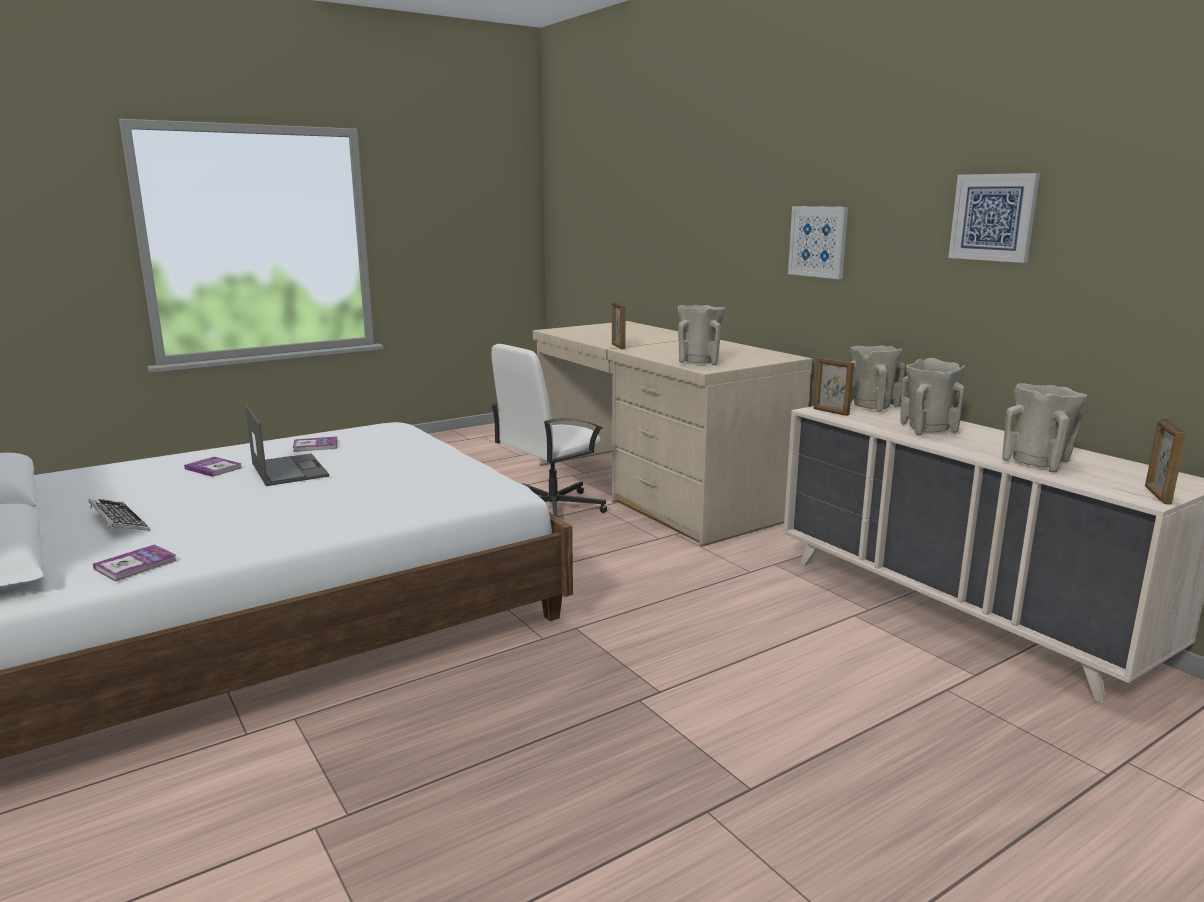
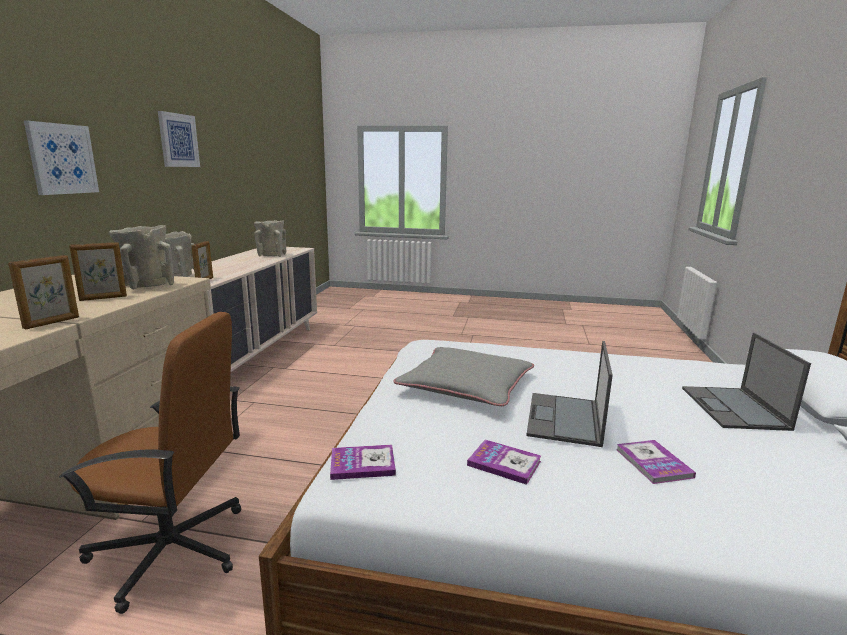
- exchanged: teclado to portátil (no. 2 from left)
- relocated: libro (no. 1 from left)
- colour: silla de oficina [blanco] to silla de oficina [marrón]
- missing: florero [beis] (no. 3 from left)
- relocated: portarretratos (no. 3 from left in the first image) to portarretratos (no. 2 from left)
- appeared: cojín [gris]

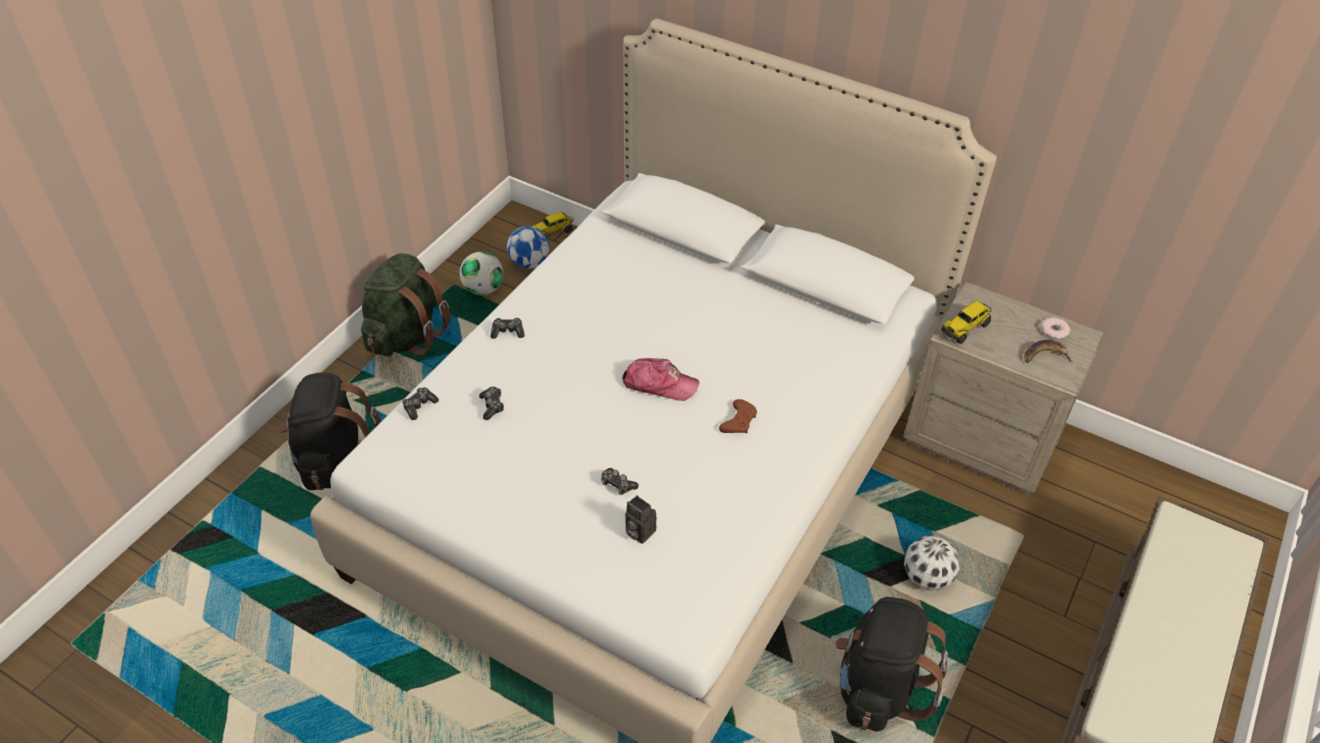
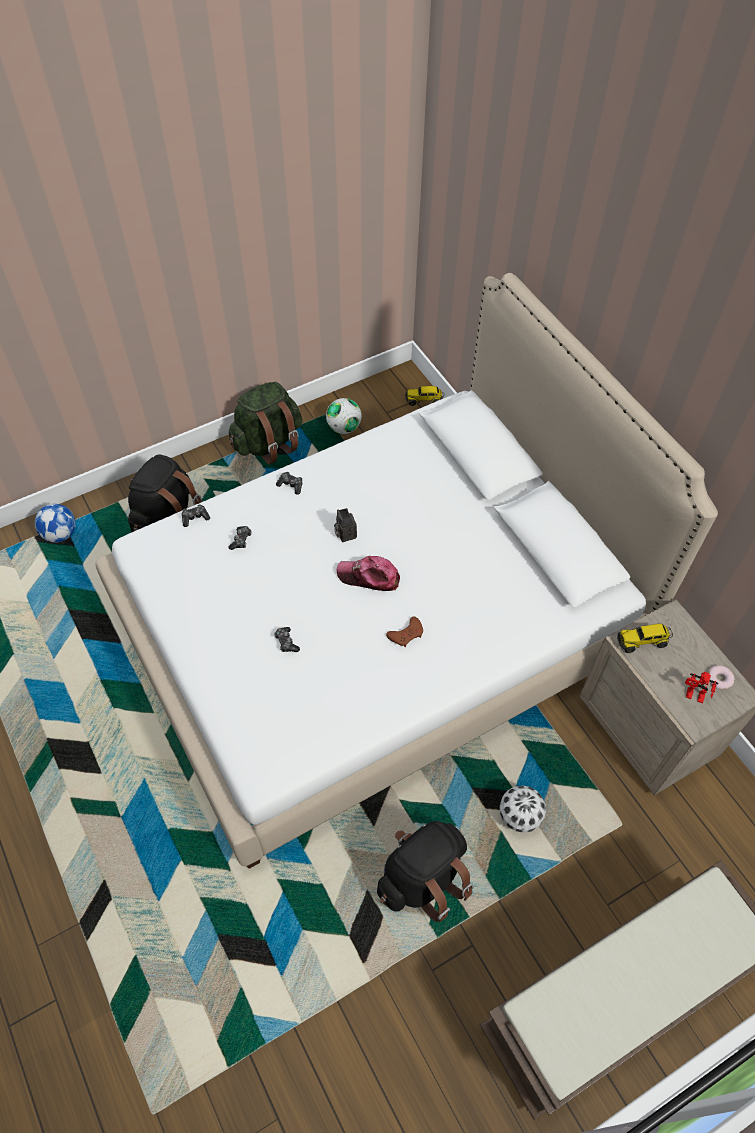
- relocated: balón de fútbol (no. 2 from left in the first image) to balón de fútbol (no. 1 from left)
- spun: gorra 150 degrees clockwise
- relocated: cámara
- exchanged: plátano to robot de juguete

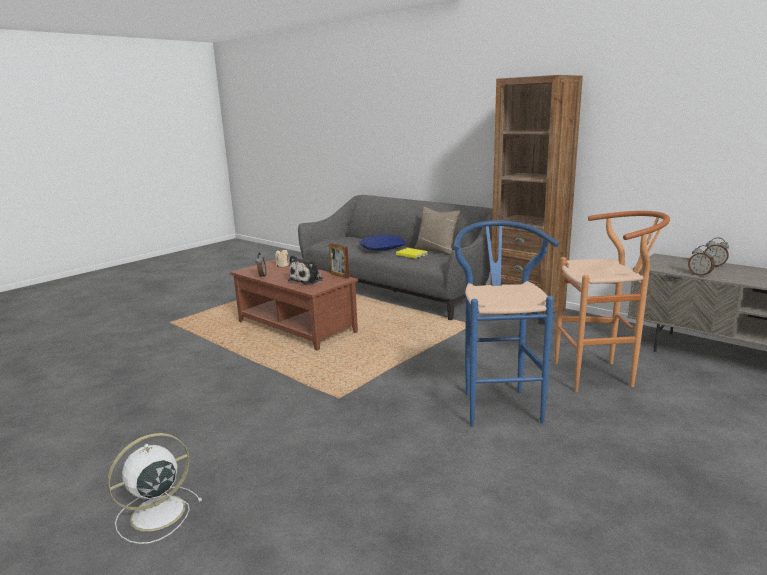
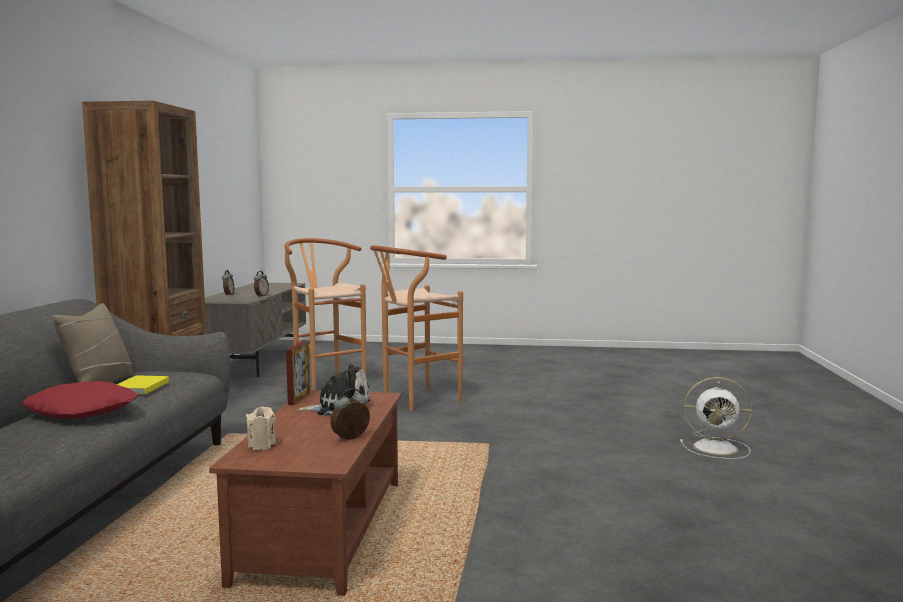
- colour: cojín [azul] to cojín [rojo]
- colour: taburete [azul] to taburete [marrón] (no. 2 from left)

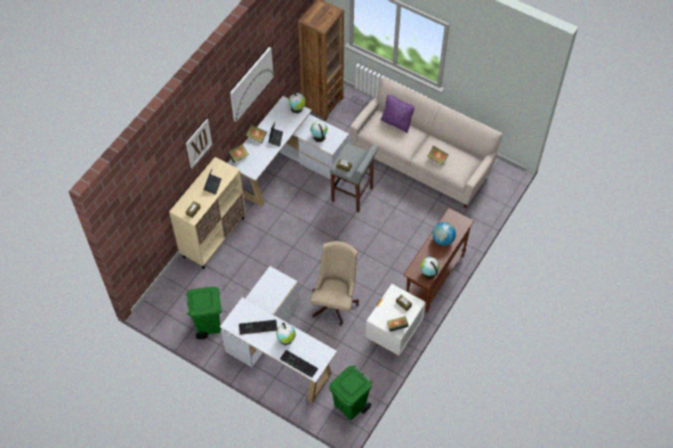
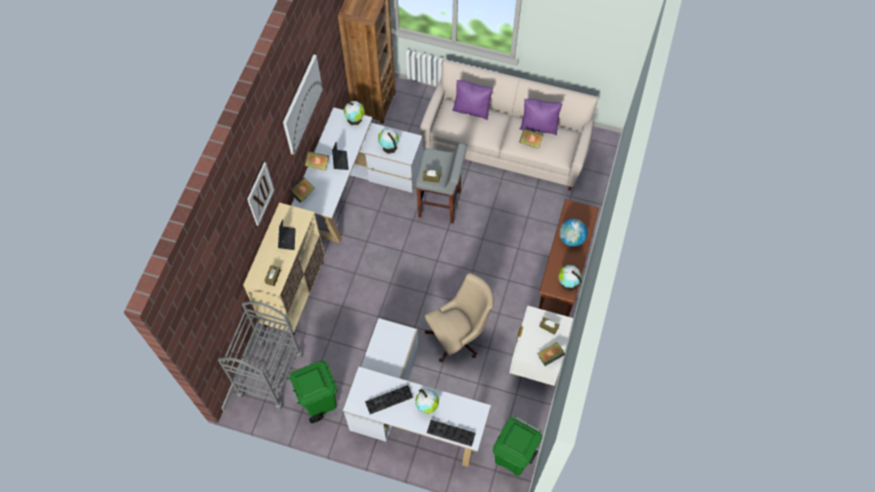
- spun: silla de oficina [beis] 60 degrees clockwise
- appeared: carrito [gris]
- appeared: cojín [morado] (no. 2 from left)

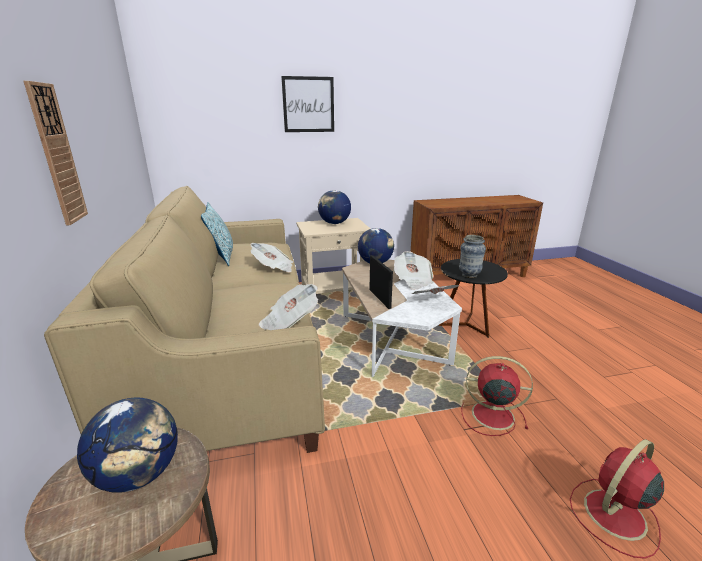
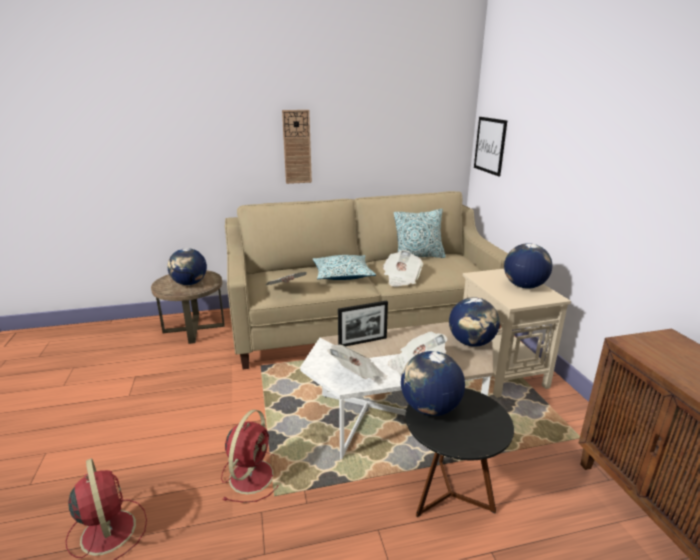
- relocated: cuadro
- exchanged: florero to globo terráqueo (no. 2 from left)
- appeared: cojín (no. 1 from left)

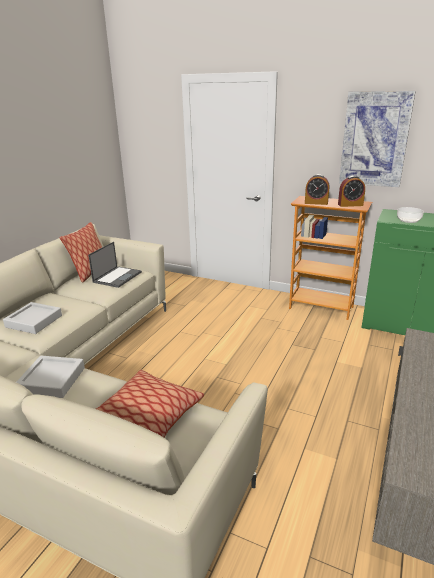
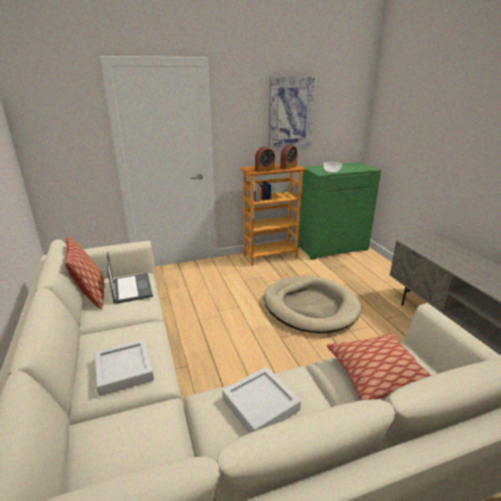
- appeared: cama para perro [beis]

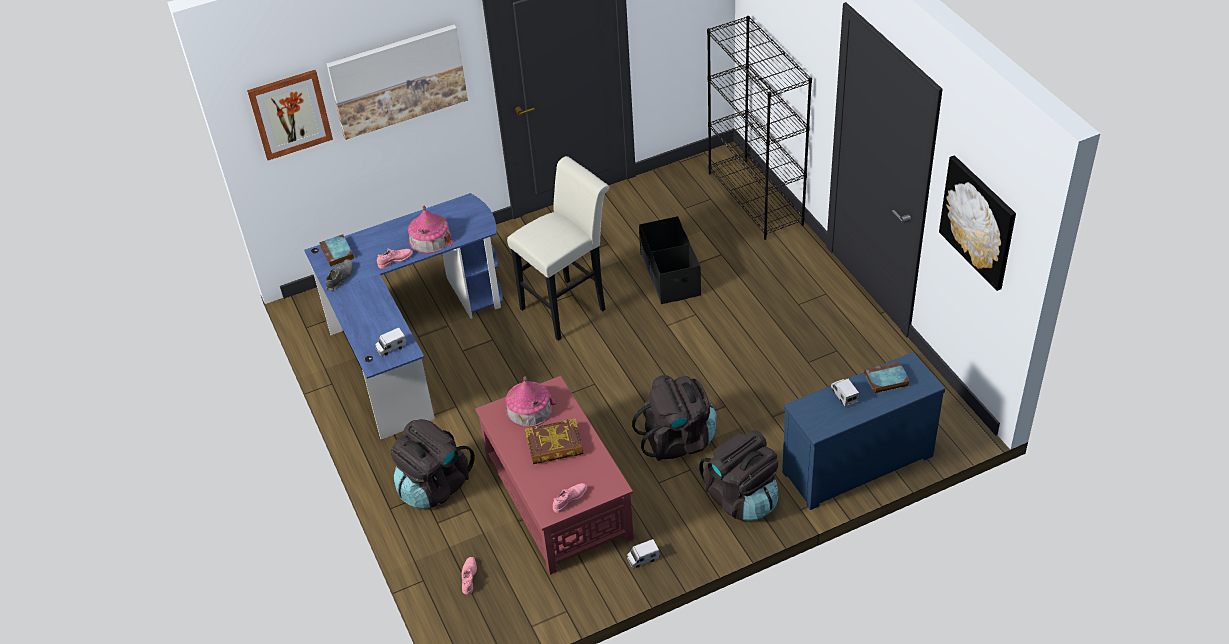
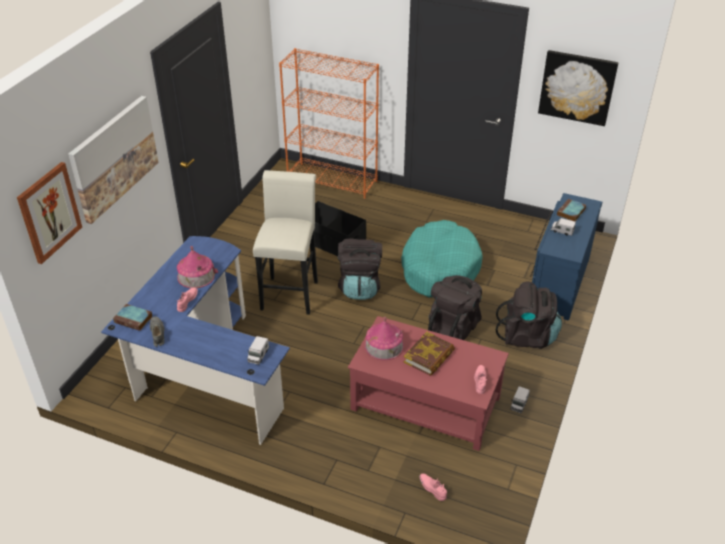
- relocated: mochila [negro] (no. 1 from left)
- colour: estantería [negro] to estantería [naranja]
- appeared: cama para perro [turquesa]

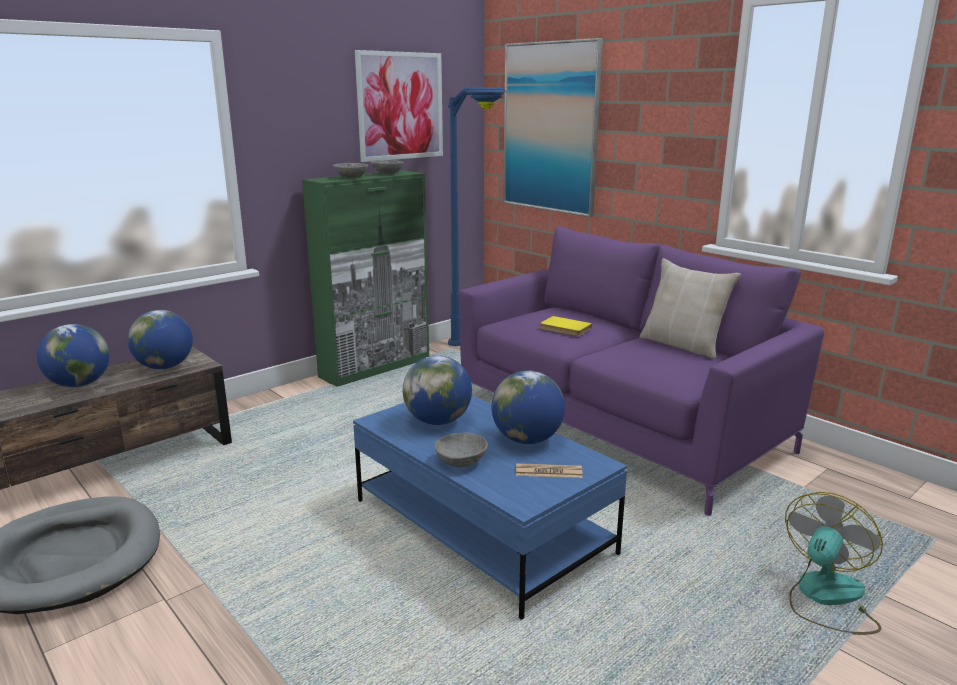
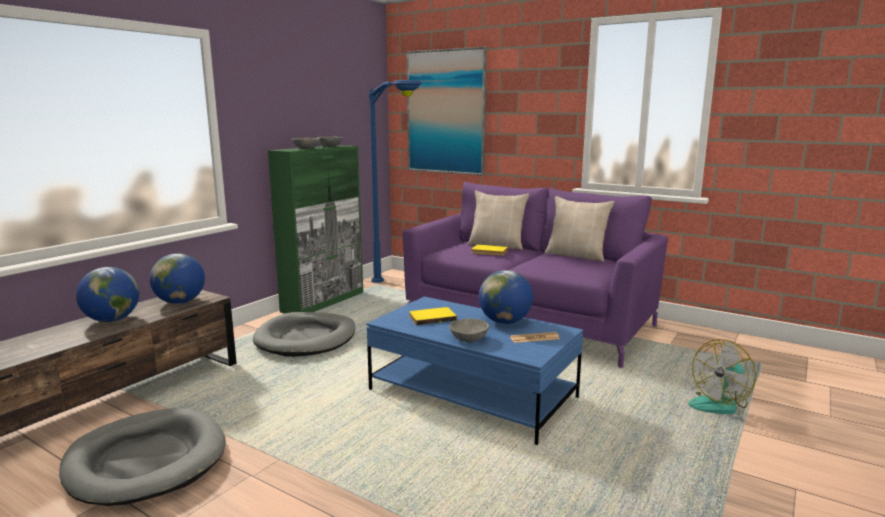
- missing: cuadro (no. 1 from left)
- exchanged: globo terráqueo (no. 3 from left) to libro [amarillo] (no. 1 from left)
- spun: ventilador 150 degrees counterclockwise
- appeared: cama para perro [gris] (no. 2 from left)
- appeared: cojín [beis] (no. 1 from left)

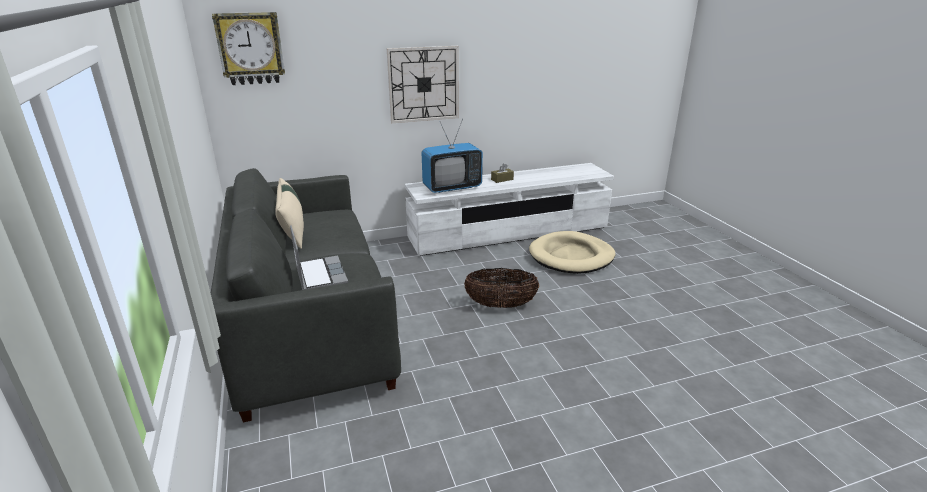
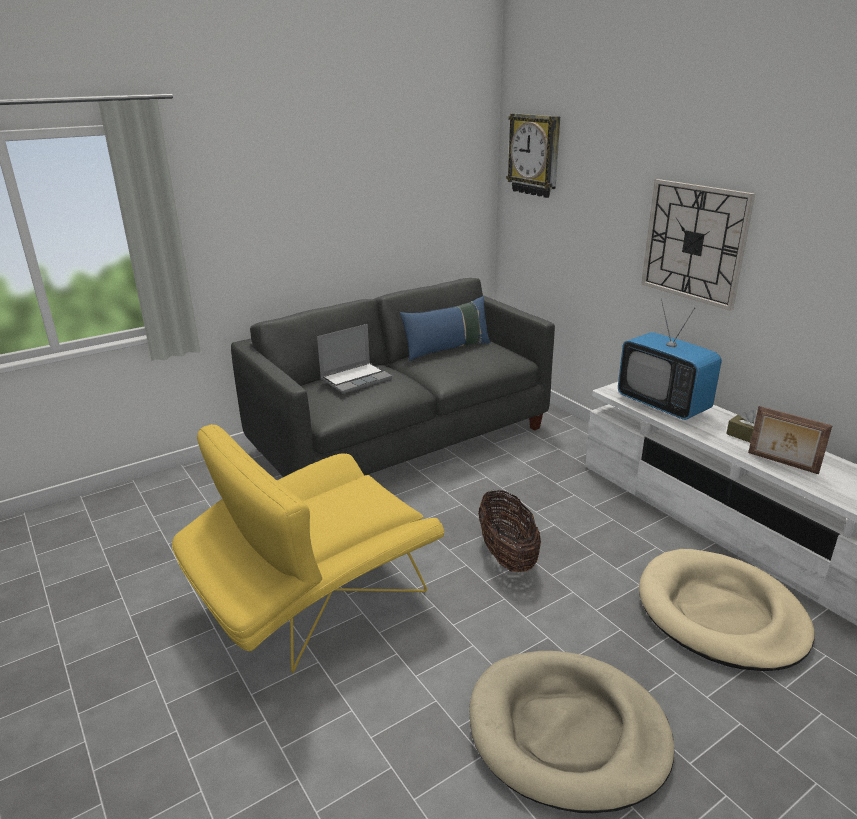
- colour: cojín [beis] to cojín [azul]
- appeared: sillón [amarillo]
- appeared: cama para perro [beis] (no. 1 from left)
- appeared: portarretratos

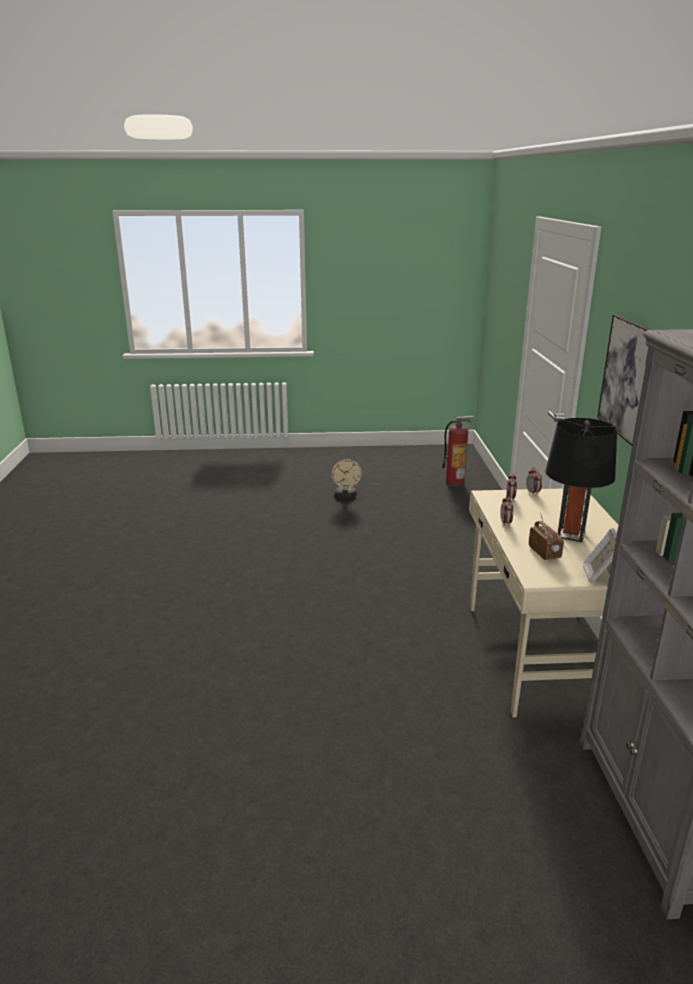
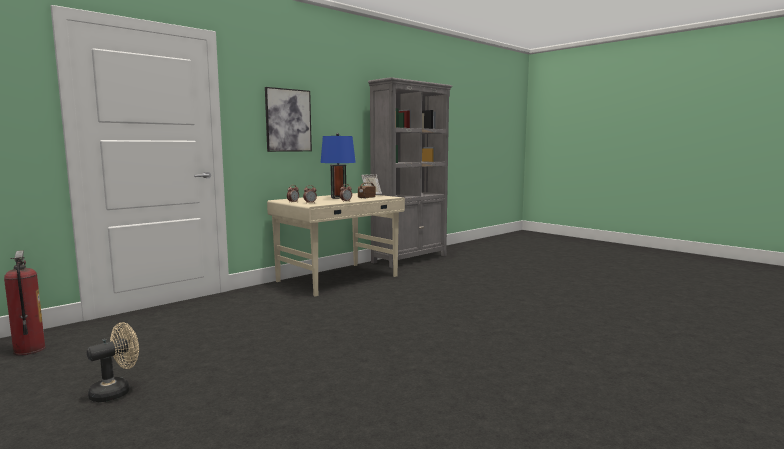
- colour: lámpara de mesa [negro] to lámpara de mesa [azul]

